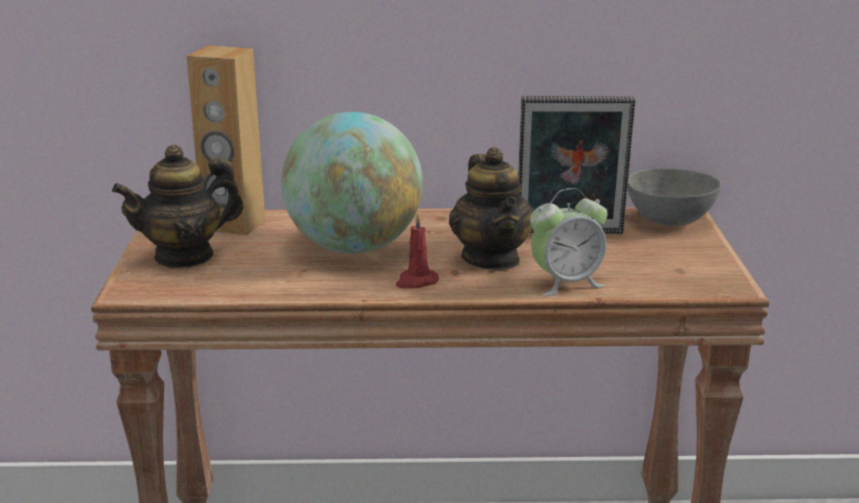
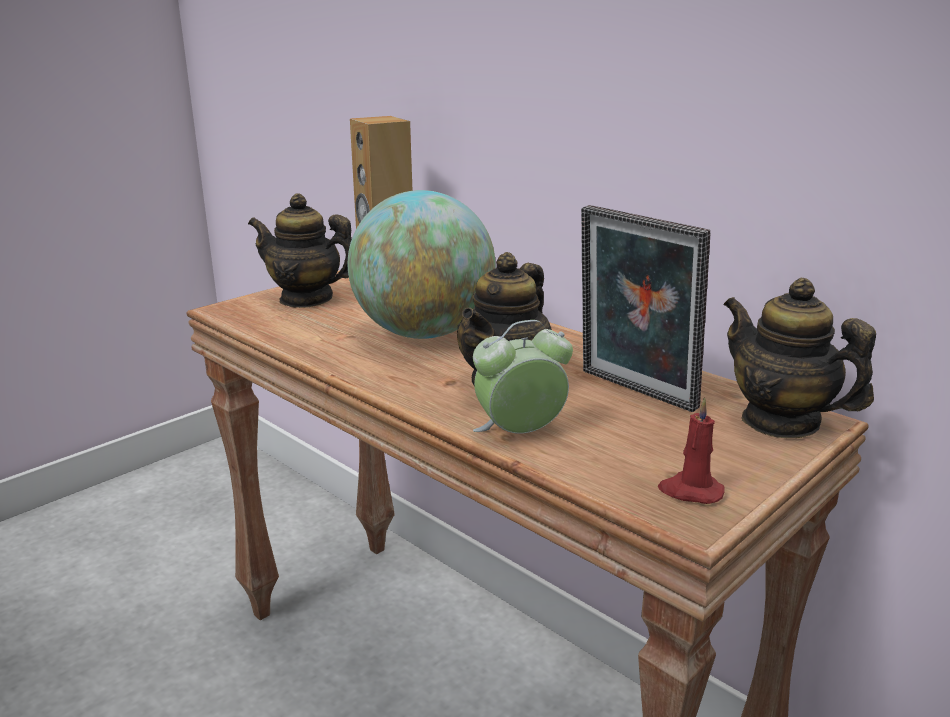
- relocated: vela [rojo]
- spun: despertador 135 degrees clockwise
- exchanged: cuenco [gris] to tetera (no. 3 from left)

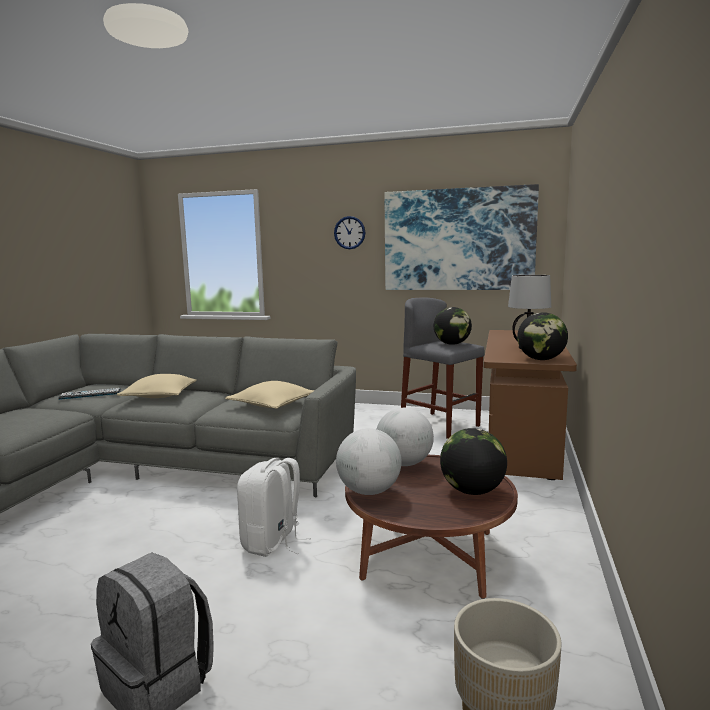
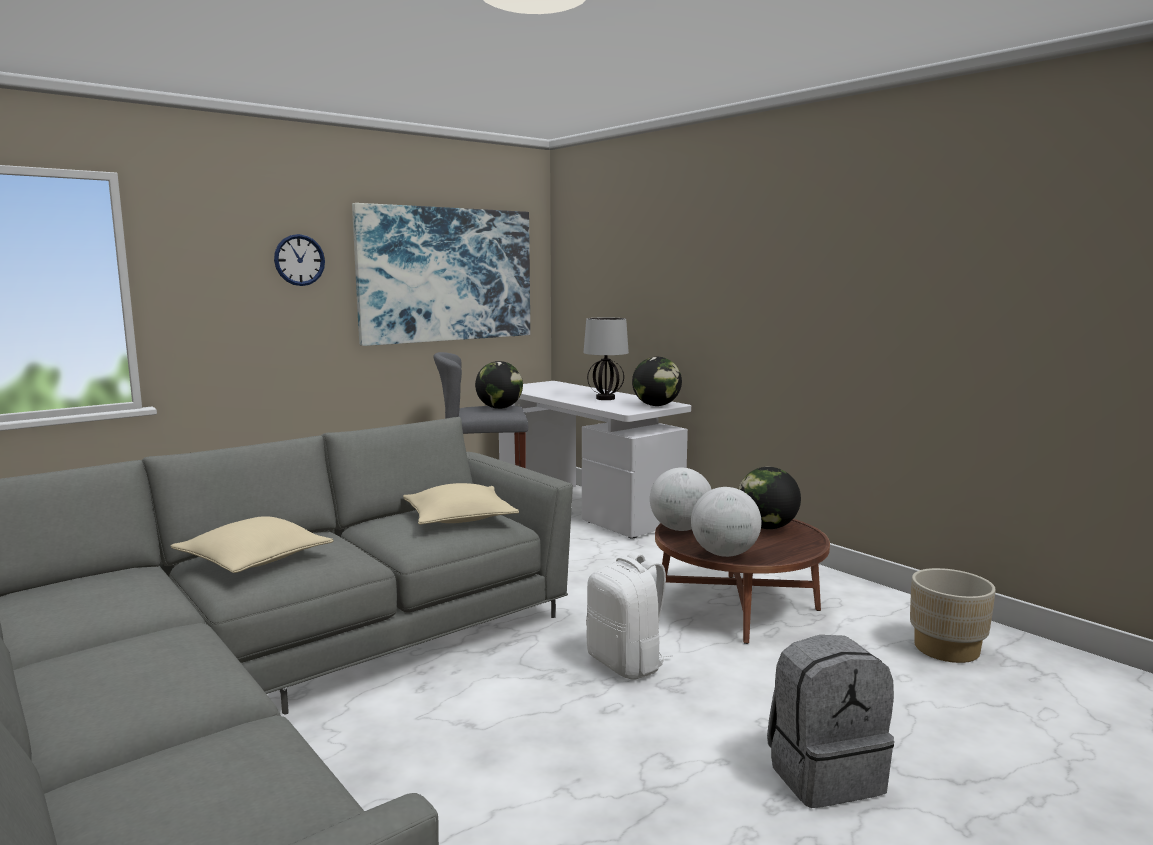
- missing: teclado
- colour: escritorio [marrón] to escritorio [blanco]

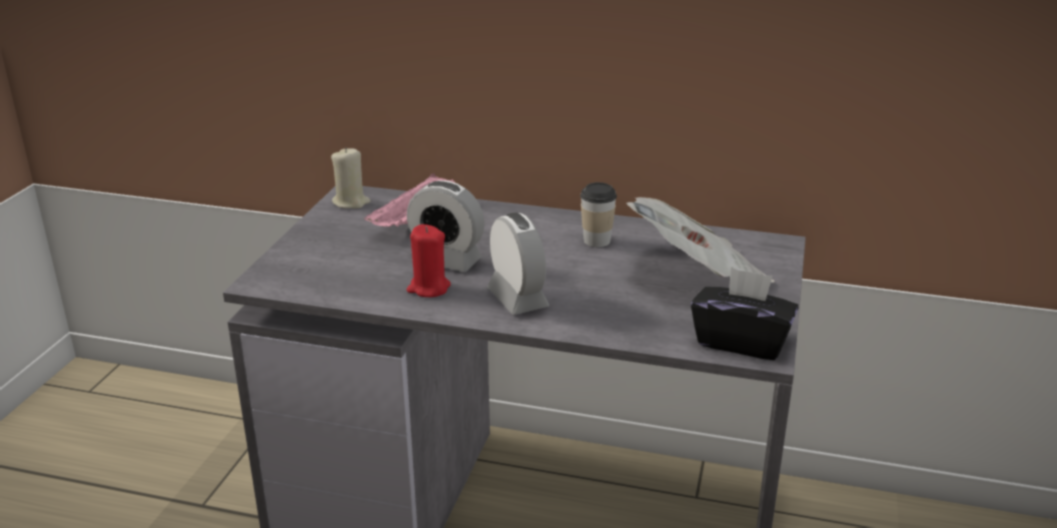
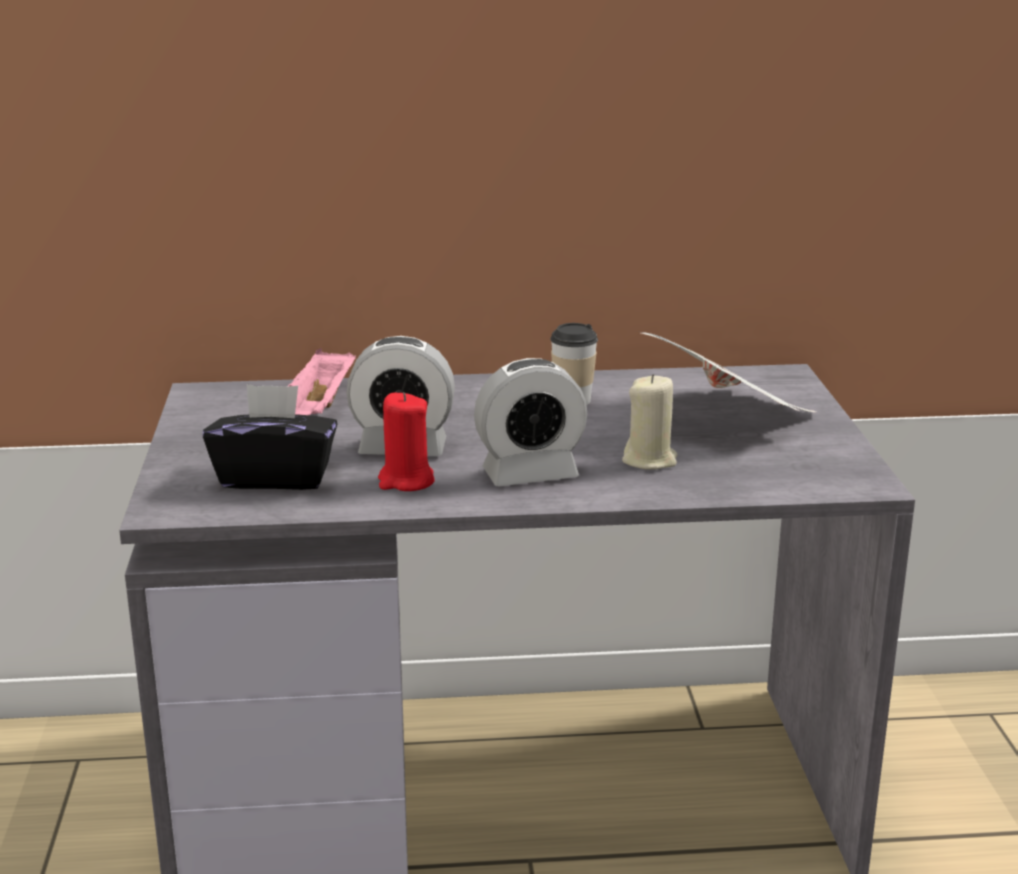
- relocated: vela [beis]
- spun: despertador (no. 2 from left) 120 degrees clockwise
- relocated: caja de pañuelos [negro]

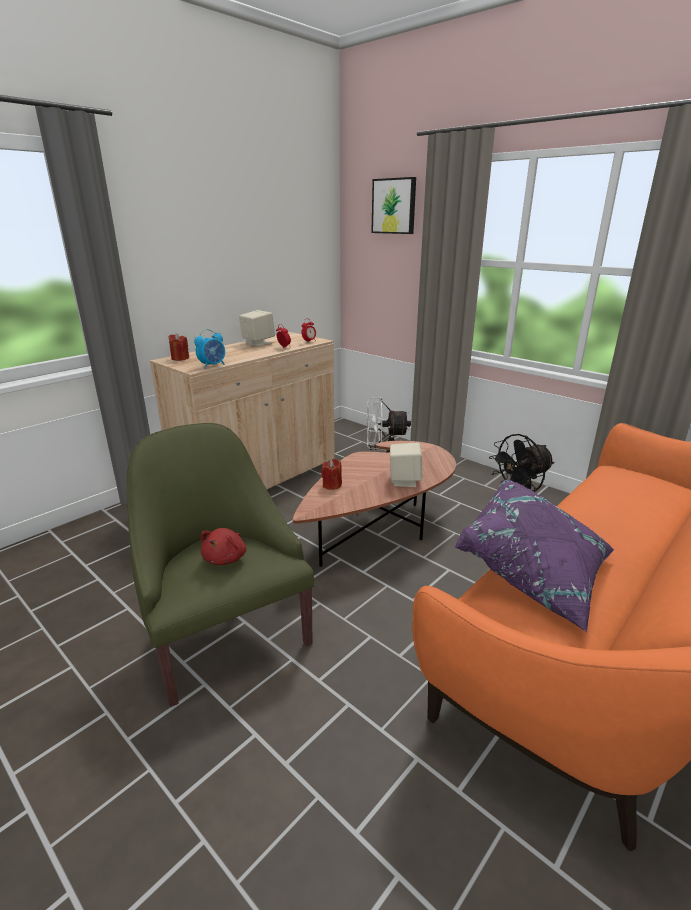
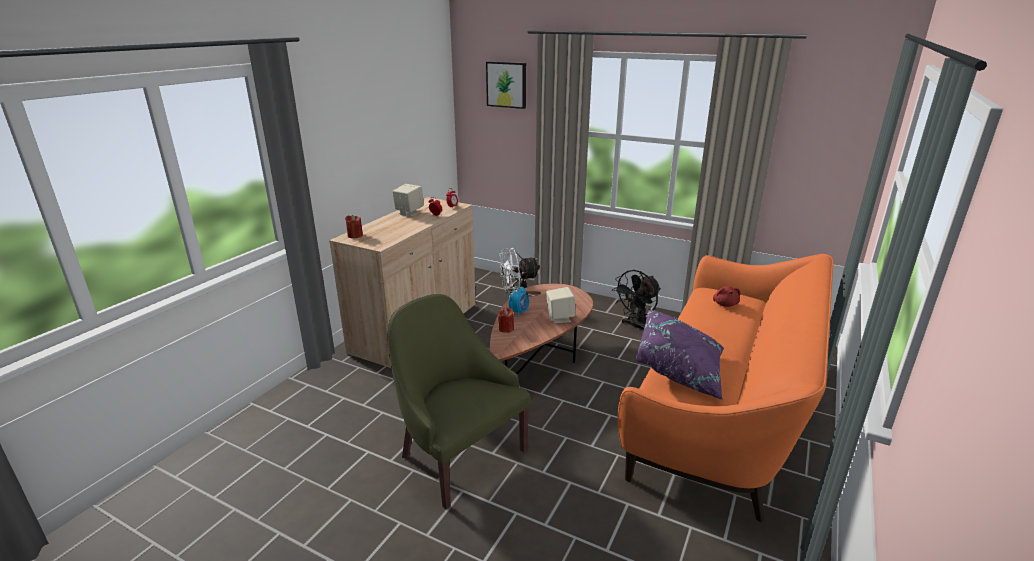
- relocated: despertador (no. 1 from left in the first image) to despertador (no. 3 from left)
- relocated: peluche [rojo]

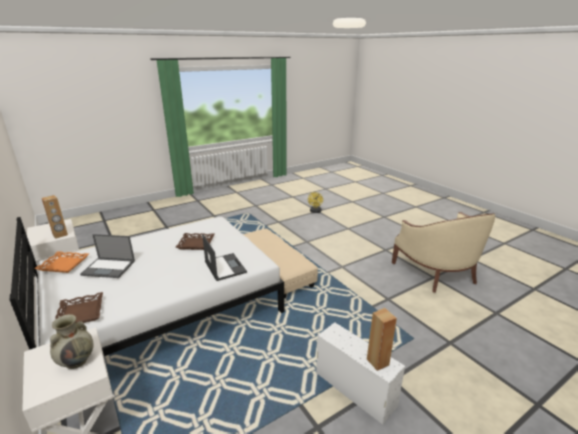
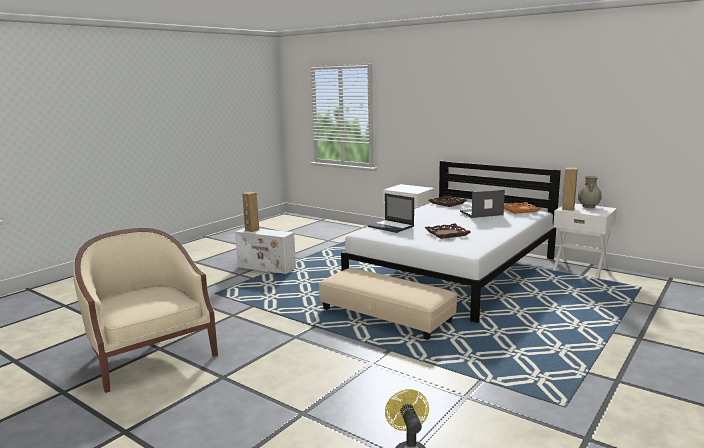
- relocated: florero [beis]

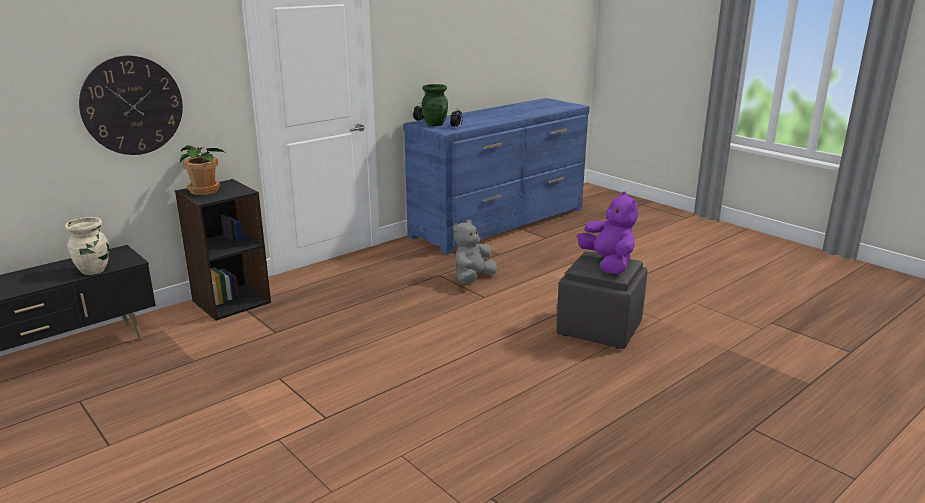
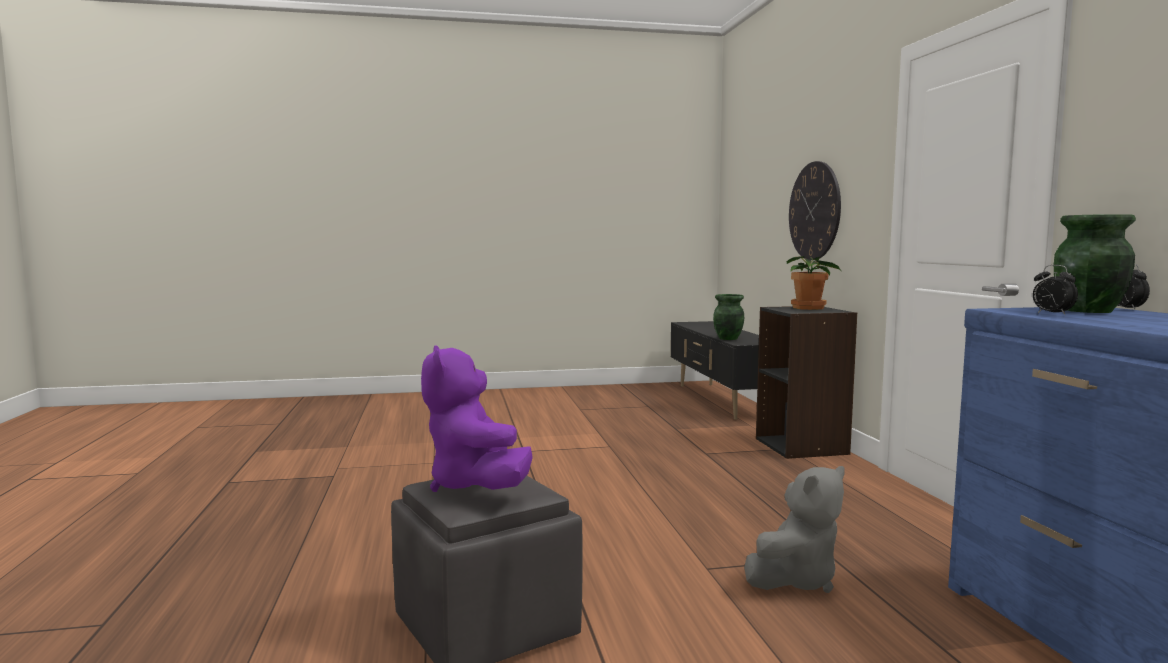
- colour: florero [beis] to florero [verde] (no. 1 from left)
- spun: peluche [gris] 75 degrees clockwise
- spun: peluche [morado] 60 degrees clockwise

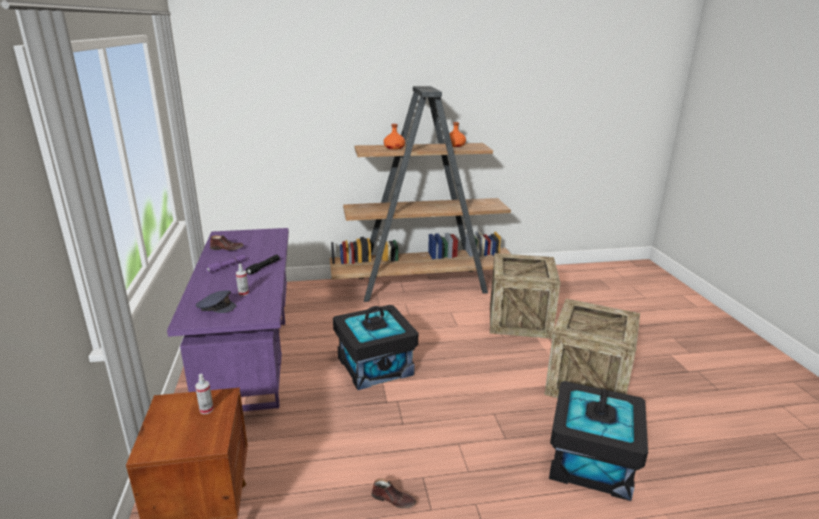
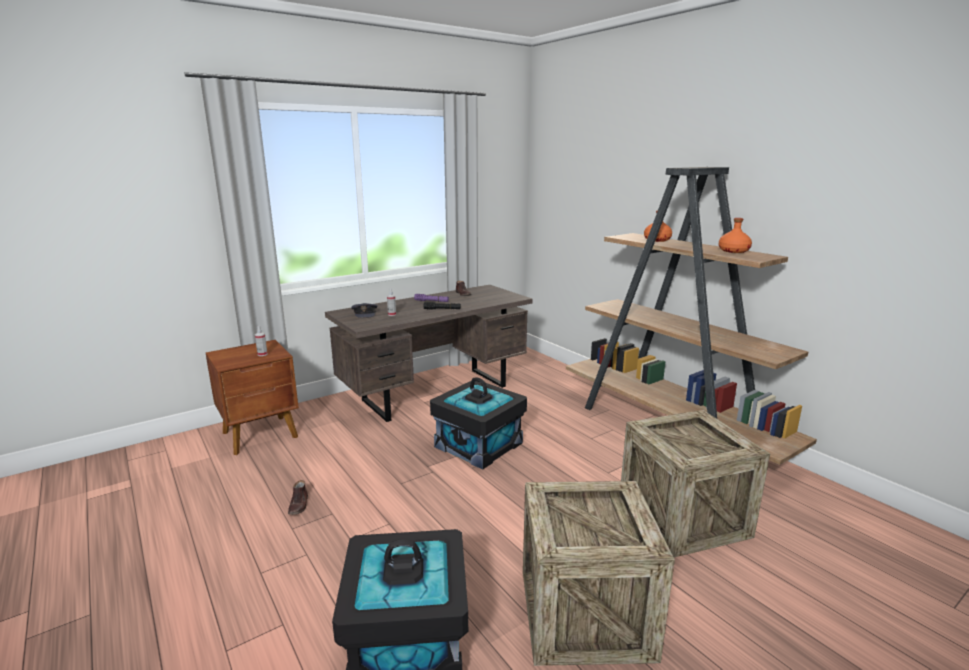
- colour: escritorio [morado] to escritorio [marrón]

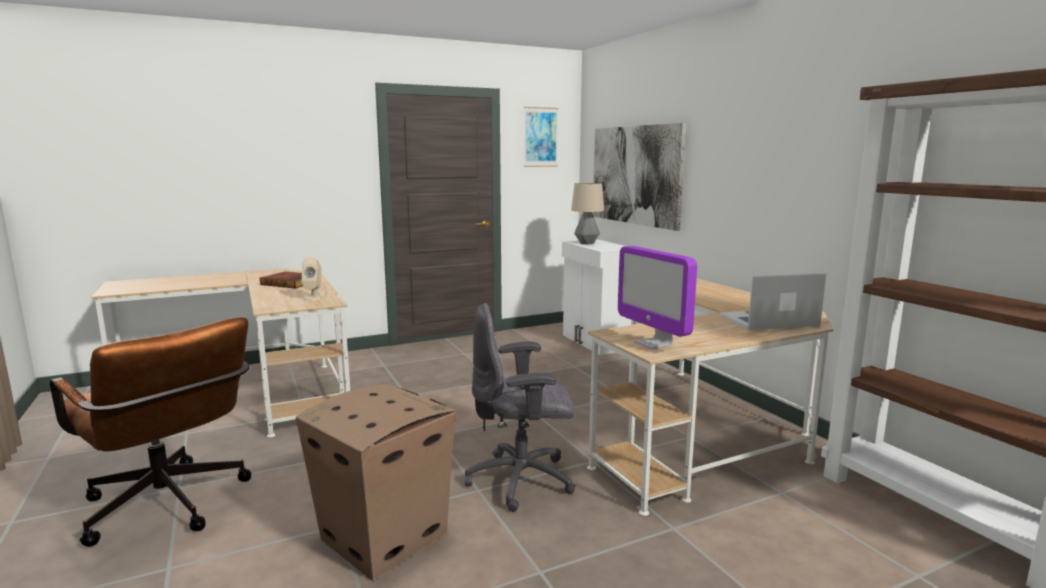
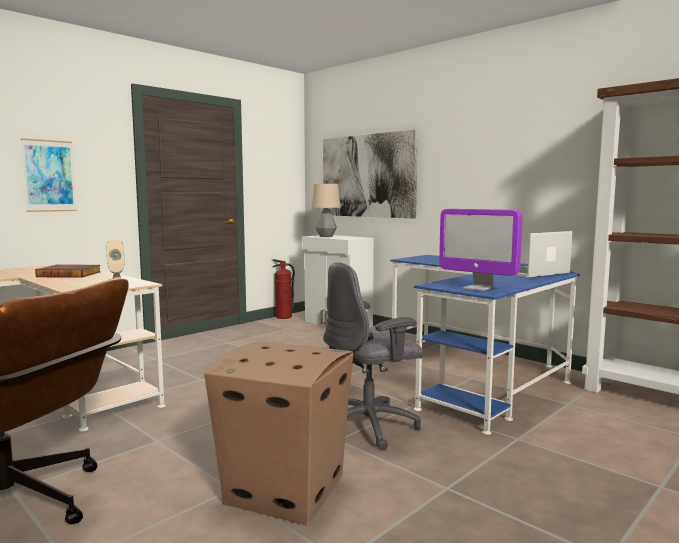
- relocated: cuadro (no. 1 from left)
- colour: escritorio [beis] (no. 2 from left) to escritorio [azul]
- appeared: extintor

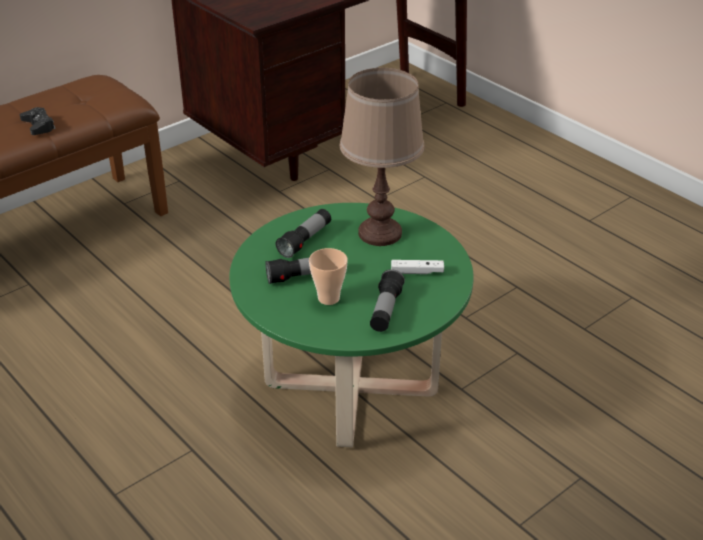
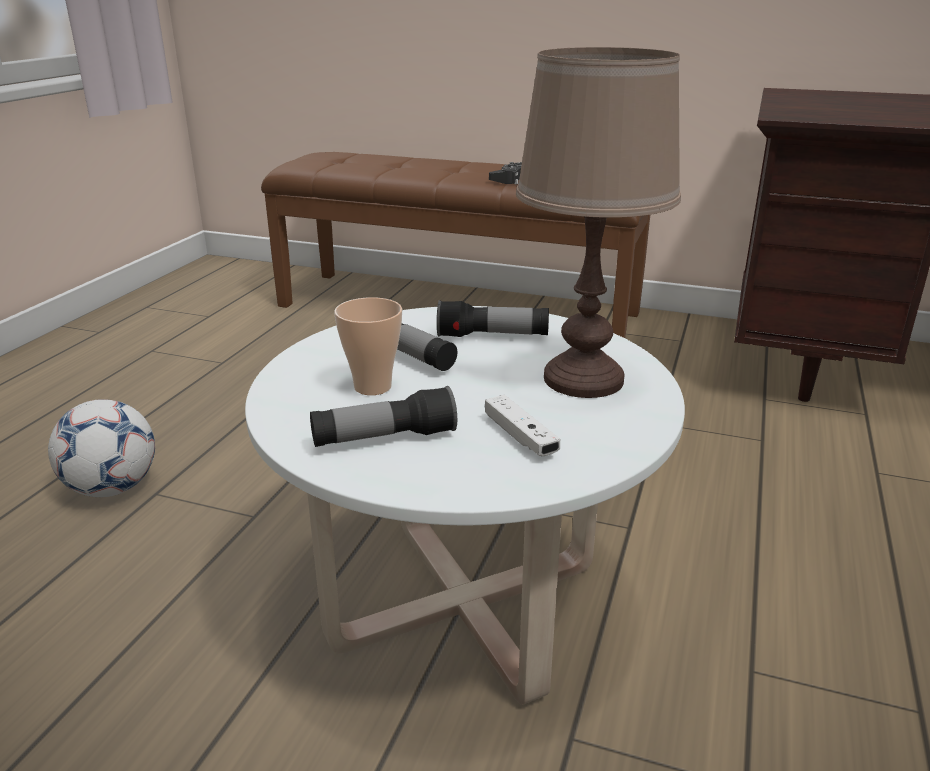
- colour: mesa de centro [verde] to mesa de centro [blanco]
- appeared: balón de fútbol

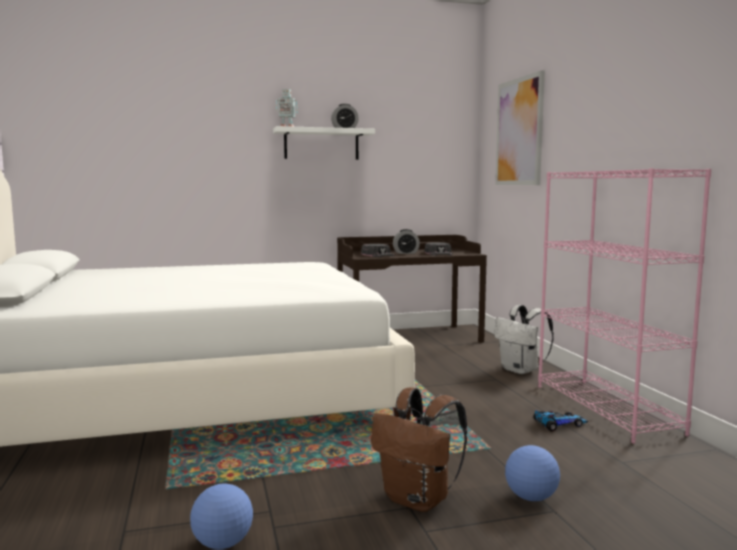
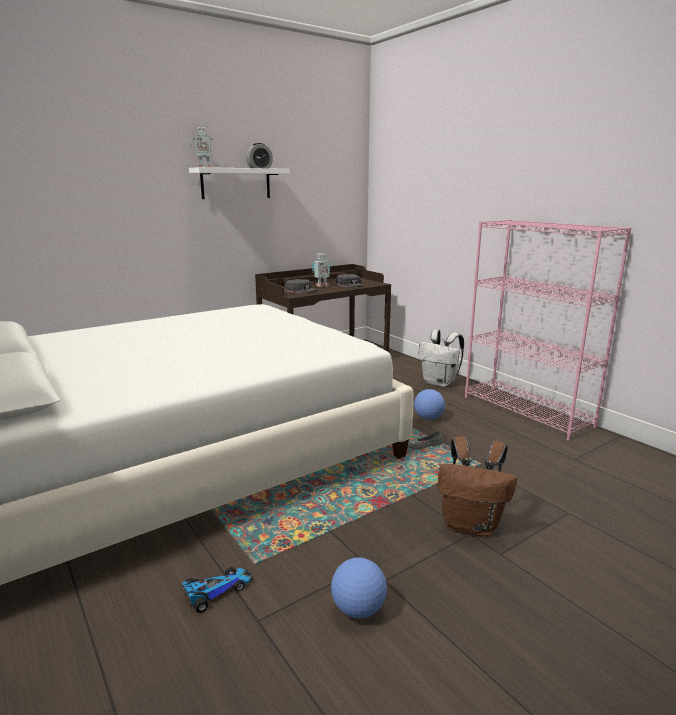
- exchanged: despertador (no. 2 from left) to robot de juguete (no. 2 from left)
- missing: cuadro
- relocated: balón de fútbol (no. 2 from left)
- relocated: coche de juguete

